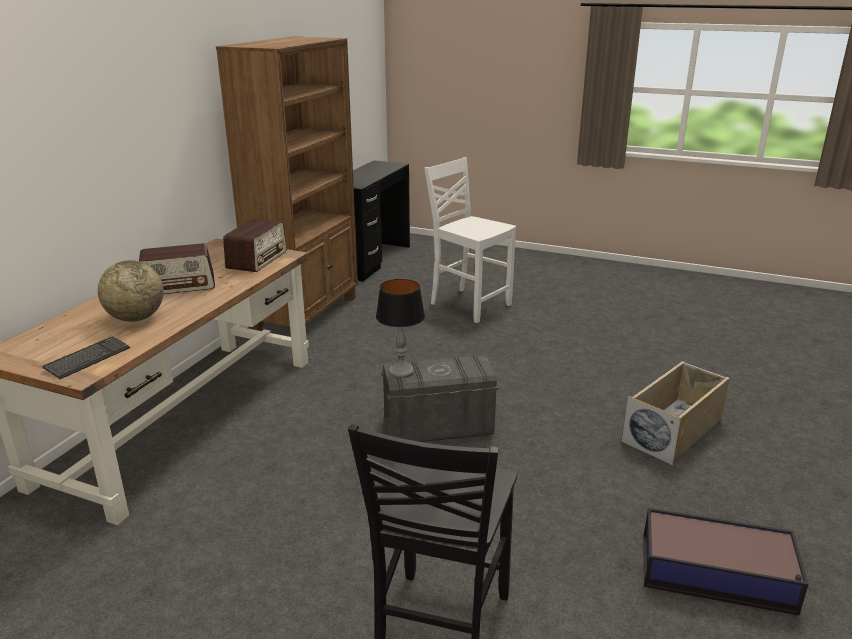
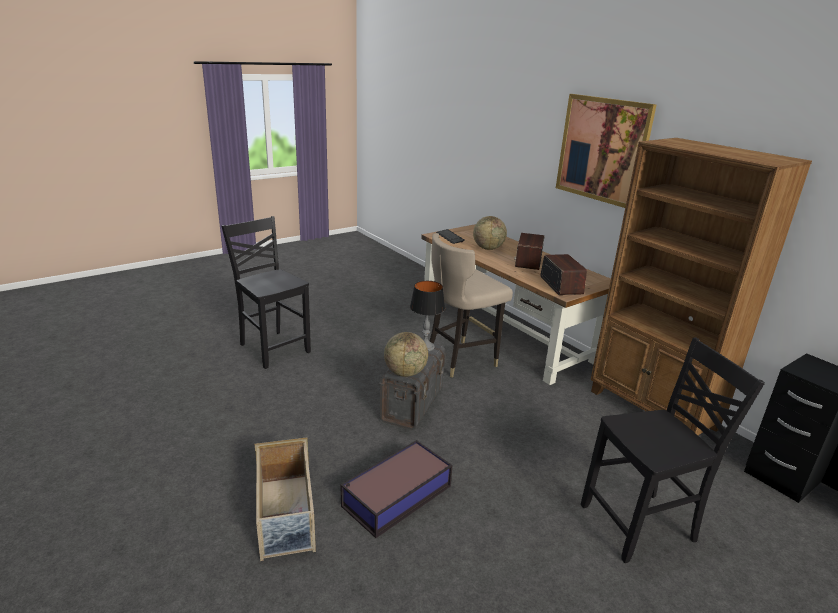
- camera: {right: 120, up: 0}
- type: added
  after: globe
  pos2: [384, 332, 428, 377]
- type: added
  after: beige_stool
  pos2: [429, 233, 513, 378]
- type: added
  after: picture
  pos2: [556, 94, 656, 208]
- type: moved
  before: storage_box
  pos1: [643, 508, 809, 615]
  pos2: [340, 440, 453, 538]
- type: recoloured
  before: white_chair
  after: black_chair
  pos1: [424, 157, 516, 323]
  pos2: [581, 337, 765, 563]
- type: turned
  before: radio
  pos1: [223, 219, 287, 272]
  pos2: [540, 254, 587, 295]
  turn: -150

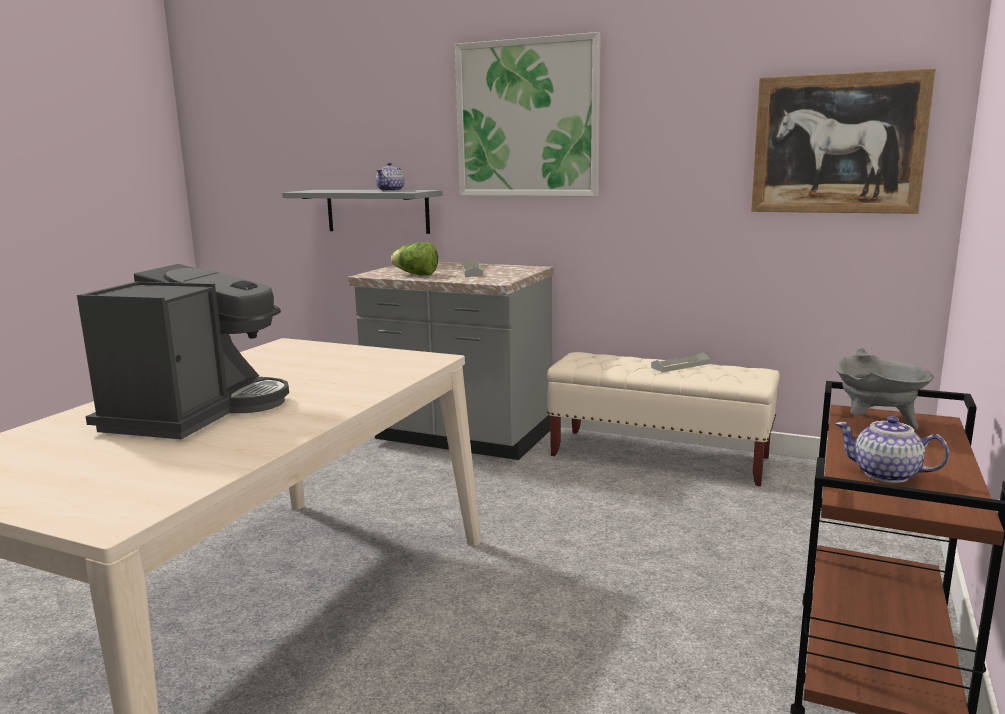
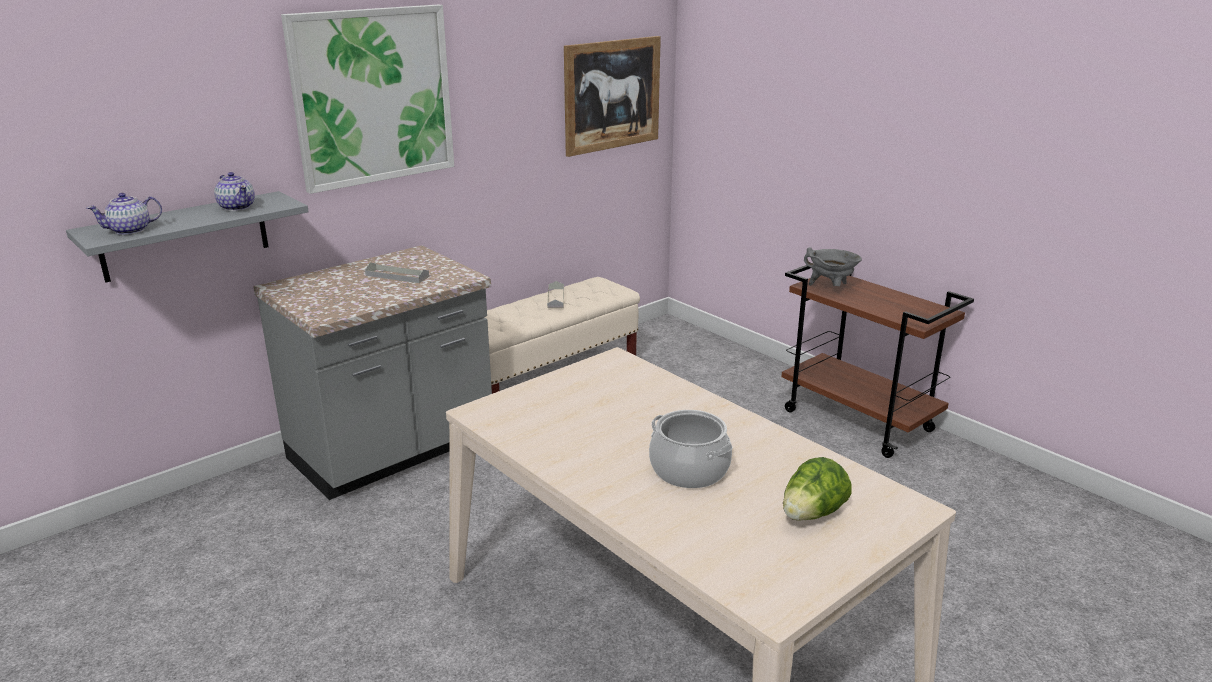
- camera: {right: -65, up: 10}
- type: moved
  before: lettuce
  pos1: [391, 242, 438, 275]
  pos2: [783, 457, 852, 521]
- type: moved
  before: teapot
  pos1: [835, 416, 950, 483]
  pos2: [87, 193, 162, 235]
- type: replaced
  before: coffee_machine
  after: cooking_pot
  pos1: [77, 264, 289, 439]
  pos2: [649, 410, 733, 488]

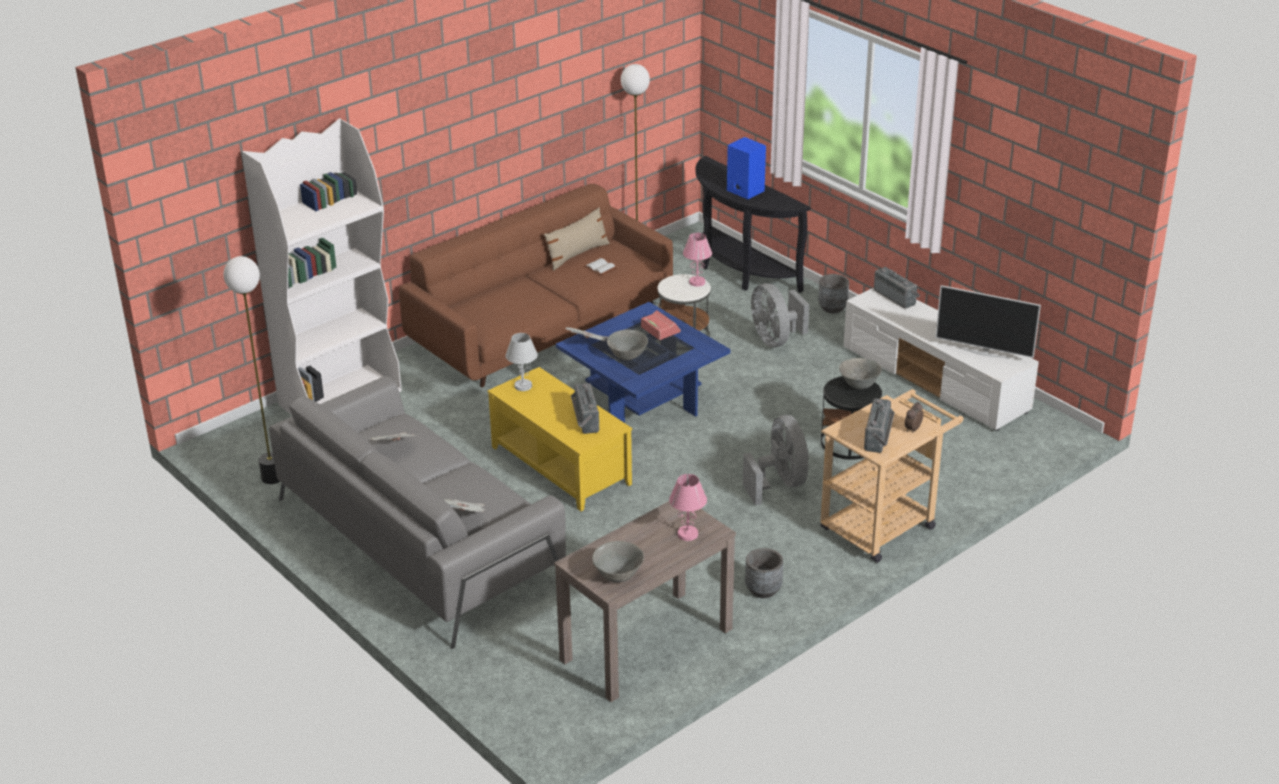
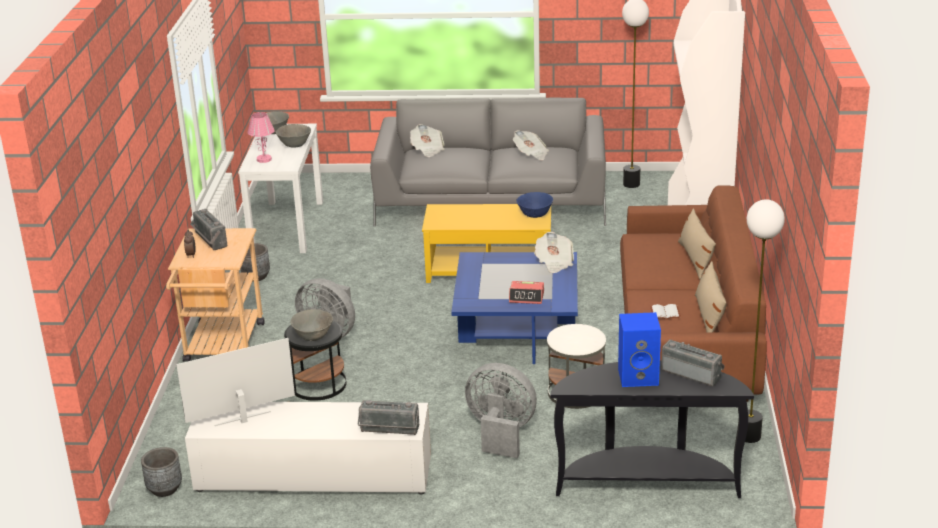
- camera: {right: 135, up: -5}
- type: removed
  before: pink_table_lamp
  pos1: [683, 233, 712, 287]
- type: added
  after: beige_pillow
  pos2: [678, 208, 716, 279]
- type: moved
  before: radio
  pos1: [571, 383, 599, 434]
  pos2: [661, 340, 725, 386]
- type: moved
  before: grey_bowl
  pos1: [607, 330, 648, 360]
  pos2: [276, 124, 311, 148]
- type: moved
  before: grey_planter
  pos1: [818, 274, 849, 313]
  pos2: [141, 447, 182, 497]
- type: replaced
  before: white_table_lamp
  after: blue_bowl
  pos1: [506, 333, 538, 391]
  pos2: [517, 192, 553, 218]
- type: recoloured
  before: brown_console_table
  after: white_console_table
  pos1: [554, 501, 736, 702]
  pos2: [238, 124, 323, 253]

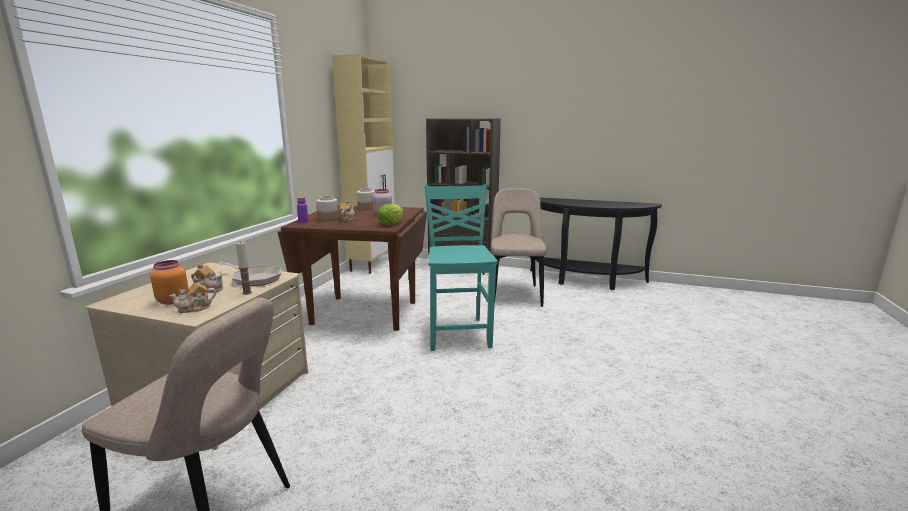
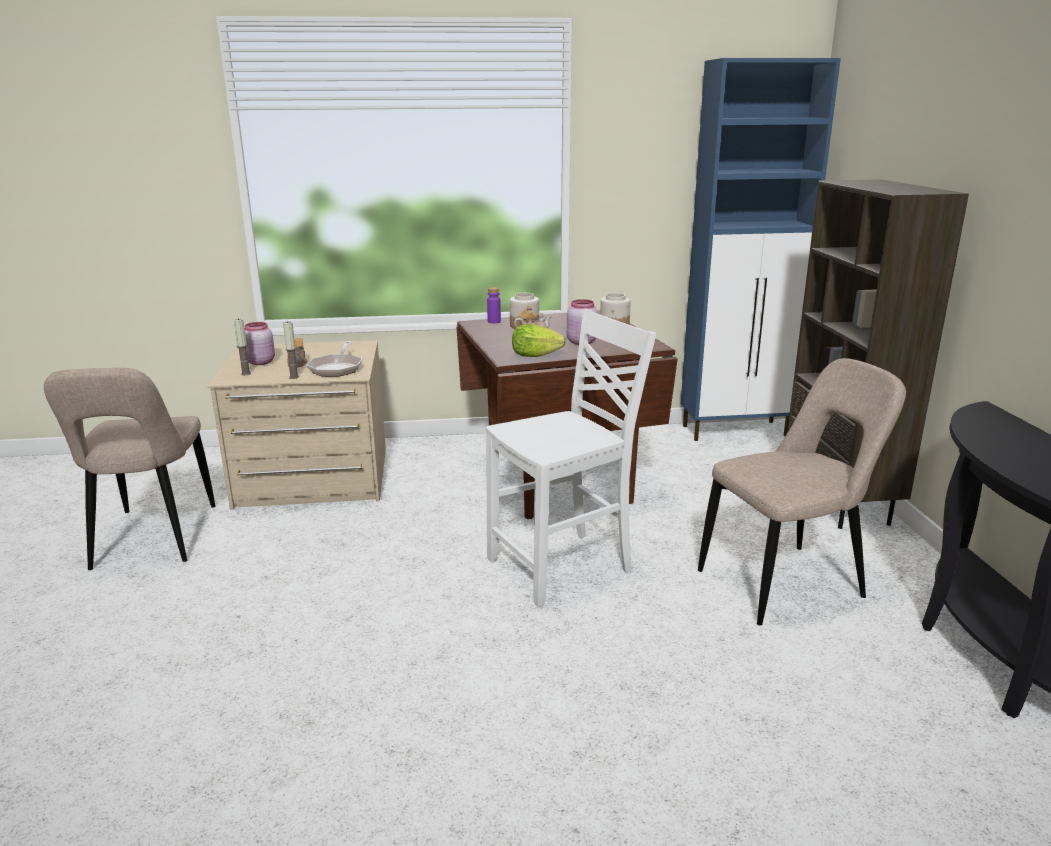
- camera: {right: 65, up: 5}
- type: replaced
  before: teapot
  after: candle
  pos1: [169, 277, 216, 313]
  pos2: [234, 318, 251, 375]
- type: recoloured
  before: orange_jar
  after: pink_jar
  pos1: [150, 260, 189, 305]
  pos2: [245, 322, 275, 365]
- type: recoloured
  before: beige_cabinet
  after: blue_cabinet
  pos1: [332, 54, 396, 274]
  pos2: [681, 58, 841, 441]
- type: recoloured
  before: turquoise_chair
  after: white_chair
  pos1: [425, 185, 498, 351]
  pos2: [486, 309, 656, 607]

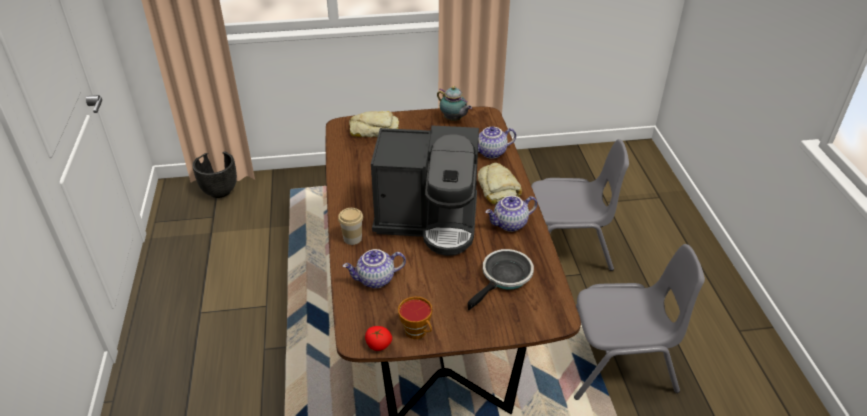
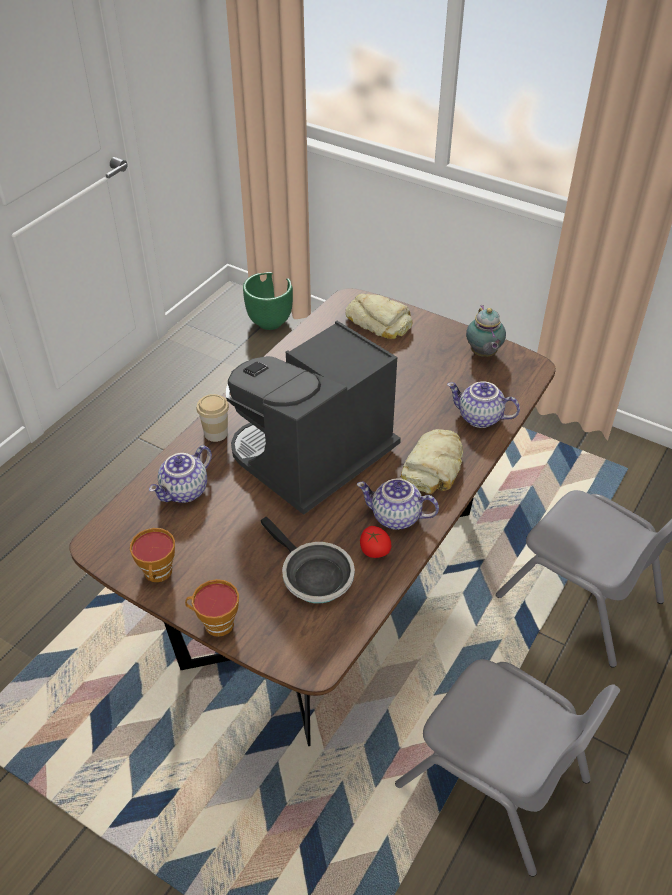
- camera: {right: 40, up: 5}
- type: added
  after: cup
  pos2: [185, 579, 239, 637]
- type: moved
  before: tomato
  pos1: [365, 326, 392, 351]
  pos2: [360, 526, 391, 558]
- type: recoloured
  before: black_planter
  after: green_planter
  pos1: [192, 152, 237, 198]
  pos2: [243, 272, 293, 330]
- type: turned
  before: teapot
  pos1: [343, 249, 406, 288]
  pos2: [149, 445, 212, 503]
  turn: -75
- type: turned
  before: coffee_machine
  pos1: [371, 126, 479, 256]
  pos2: [226, 321, 401, 515]
  turn: 90
- type: turned
  before: frying_pan
  pos1: [468, 249, 534, 310]
  pos2: [260, 517, 355, 603]
  turn: 60

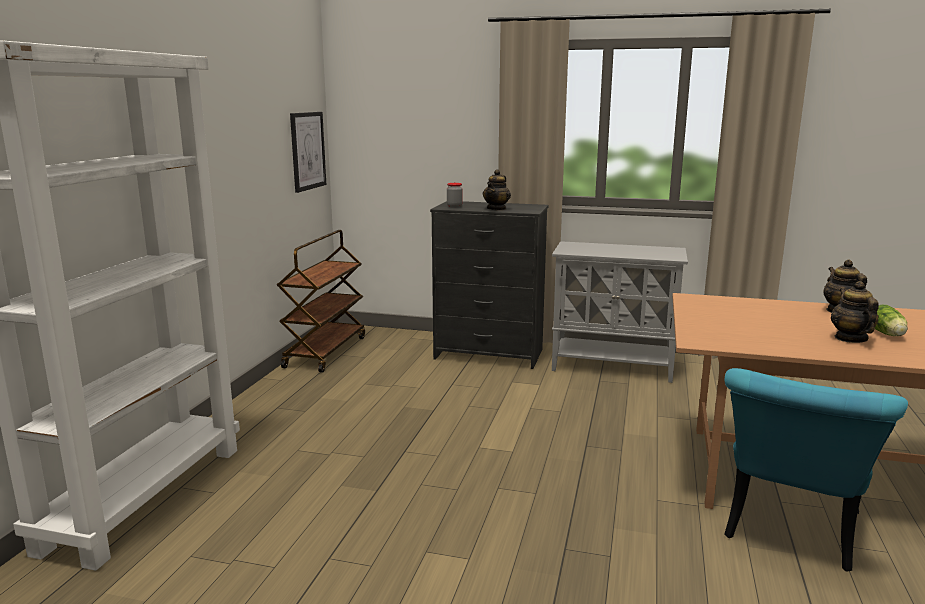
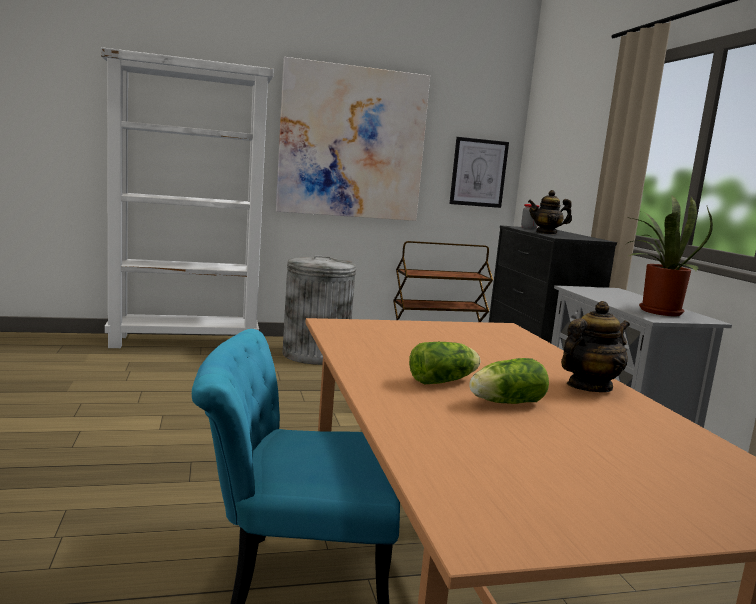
- camera: {right: 60, up: -5}
- type: added
  after: picture
  pos2: [276, 57, 430, 221]
- type: added
  after: grey_trash_can
  pos2: [282, 256, 357, 365]
- type: added
  after: potted_plant
  pos2: [626, 195, 713, 316]
- type: replaced
  before: teapot
  after: lettuce
  pos1: [831, 281, 879, 343]
  pos2: [409, 342, 480, 384]

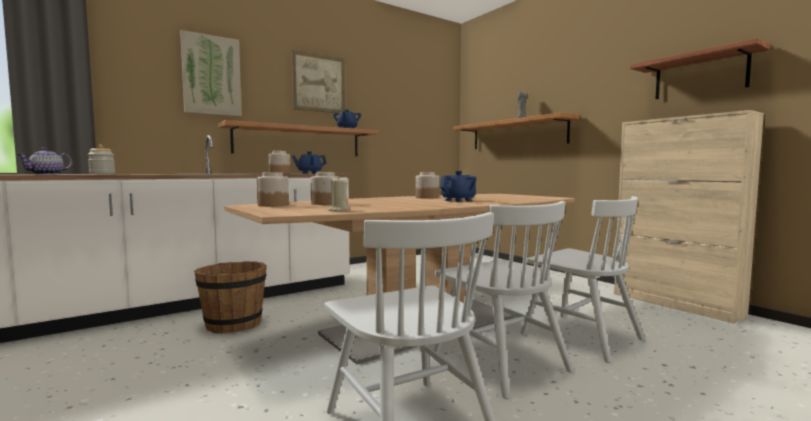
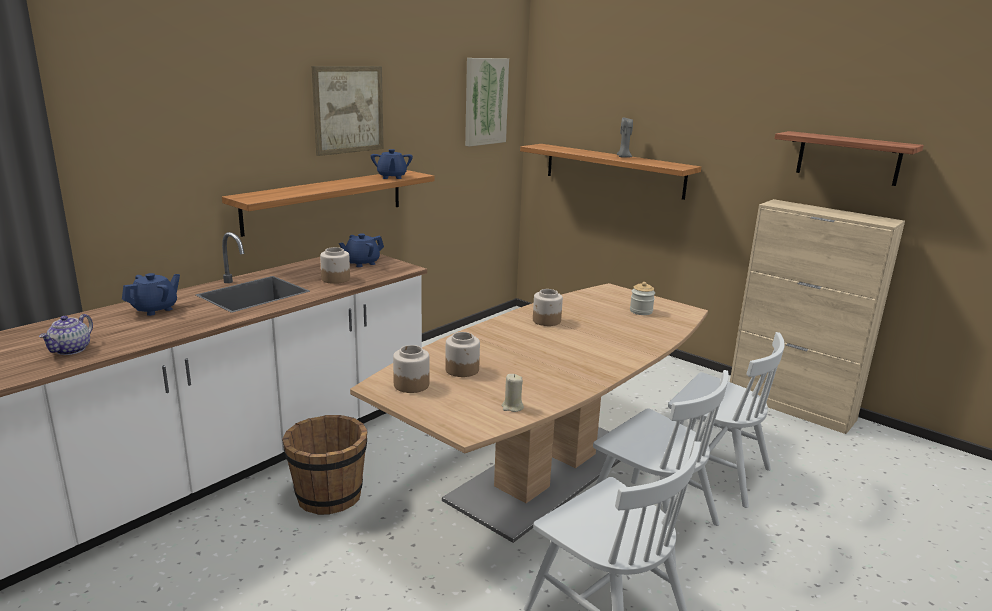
- camera: {right: -15, up: 15}
- type: moved
  before: jar
  pos1: [88, 145, 115, 174]
  pos2: [630, 282, 655, 315]
- type: moved
  before: picture
  pos1: [180, 30, 242, 117]
  pos2: [465, 58, 509, 146]
- type: moved
  before: blue_teapot
  pos1: [440, 171, 476, 202]
  pos2: [122, 273, 180, 316]

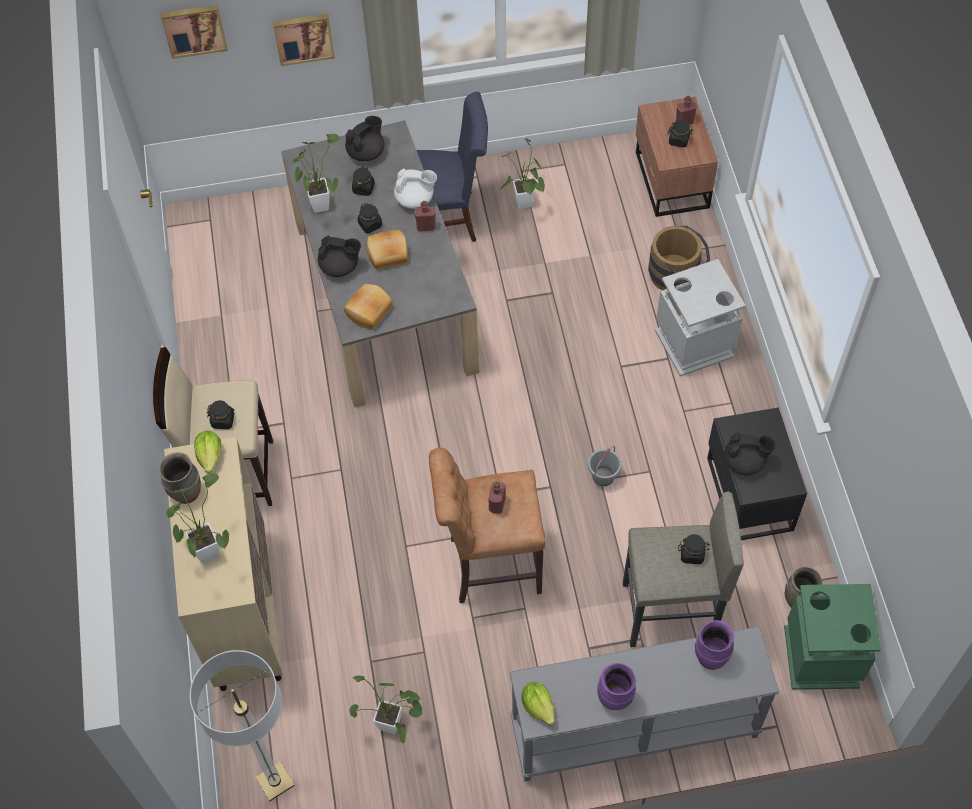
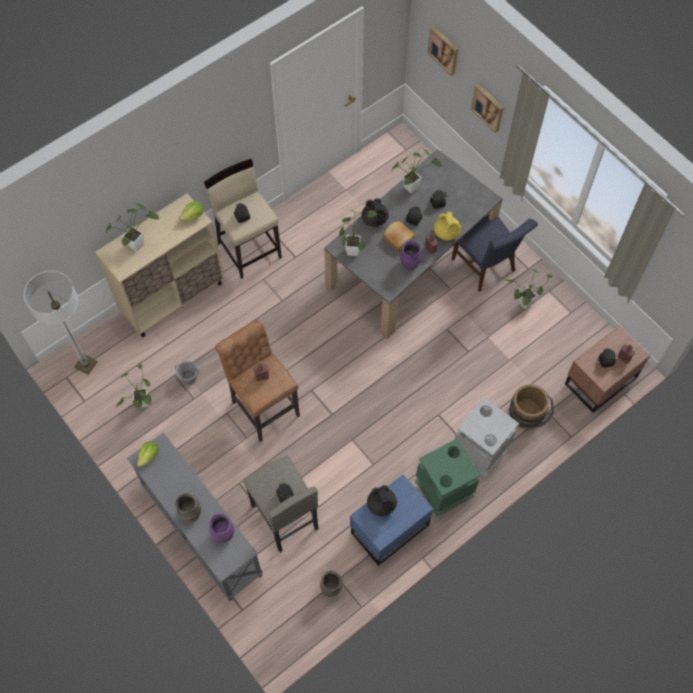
- camera: {right: 60, up: 5}
- type: removed
  before: black_teapot
  pos1: [345, 116, 384, 162]
- type: moved
  before: brown_vase
  pos1: [159, 452, 201, 504]
  pos2: [175, 493, 201, 522]
- type: moved
  before: grey_bucket
  pos1: [588, 446, 621, 486]
  pos2: [175, 361, 199, 384]
- type: moved
  before: purple_vase
  pos1: [597, 663, 636, 710]
  pos2: [400, 240, 422, 270]
- type: moved
  before: green_trash_can
  pos1: [784, 584, 881, 690]
  pos2: [415, 438, 481, 516]
- type: replaced
  before: bread
  after: potted_plant
  pos1: [344, 284, 393, 329]
  pos2: [339, 210, 377, 256]
- type: recoloured
  before: white_teapot
  after: yellow_teapot
  pos1: [394, 168, 437, 209]
  pos2: [434, 212, 461, 240]
- type: recoloured
  before: black_nightstand
  after: blue_nightstand
  pos1: [707, 407, 807, 540]
  pos2: [350, 474, 433, 566]

